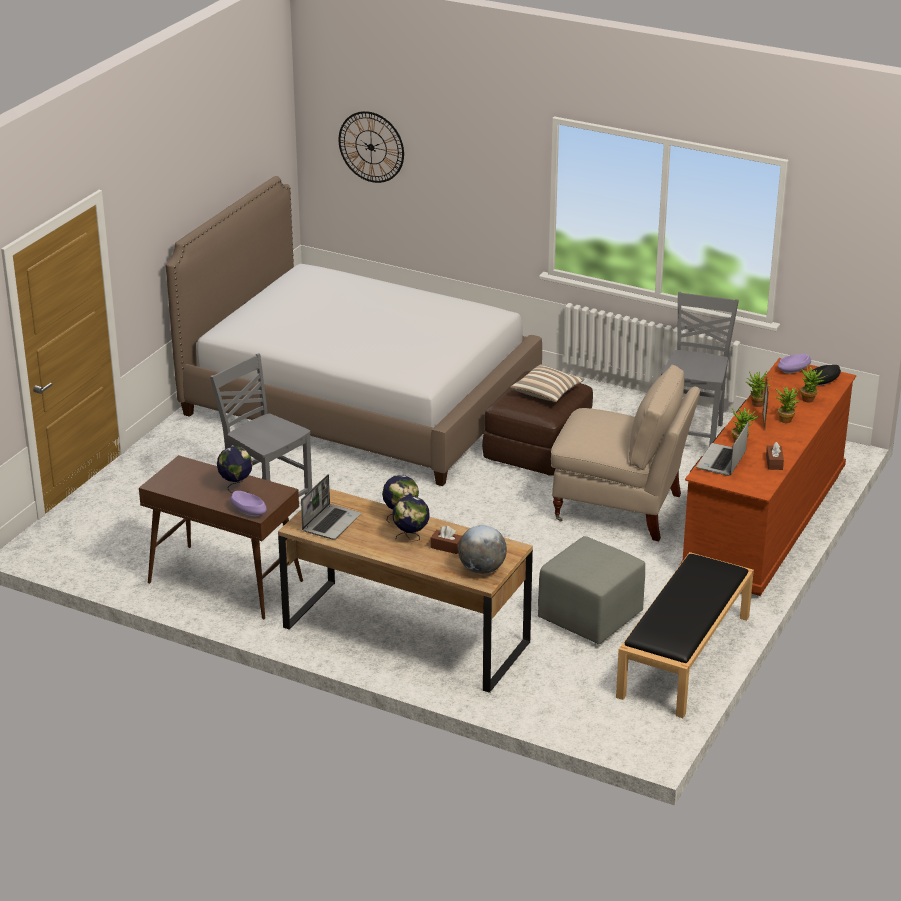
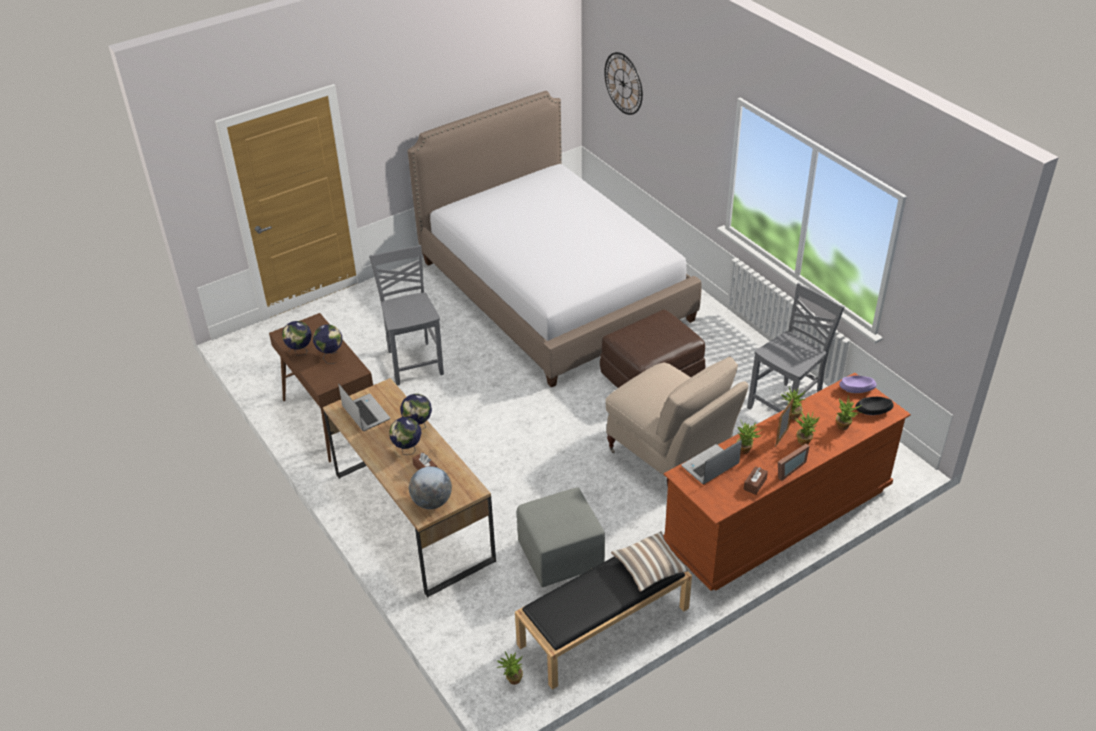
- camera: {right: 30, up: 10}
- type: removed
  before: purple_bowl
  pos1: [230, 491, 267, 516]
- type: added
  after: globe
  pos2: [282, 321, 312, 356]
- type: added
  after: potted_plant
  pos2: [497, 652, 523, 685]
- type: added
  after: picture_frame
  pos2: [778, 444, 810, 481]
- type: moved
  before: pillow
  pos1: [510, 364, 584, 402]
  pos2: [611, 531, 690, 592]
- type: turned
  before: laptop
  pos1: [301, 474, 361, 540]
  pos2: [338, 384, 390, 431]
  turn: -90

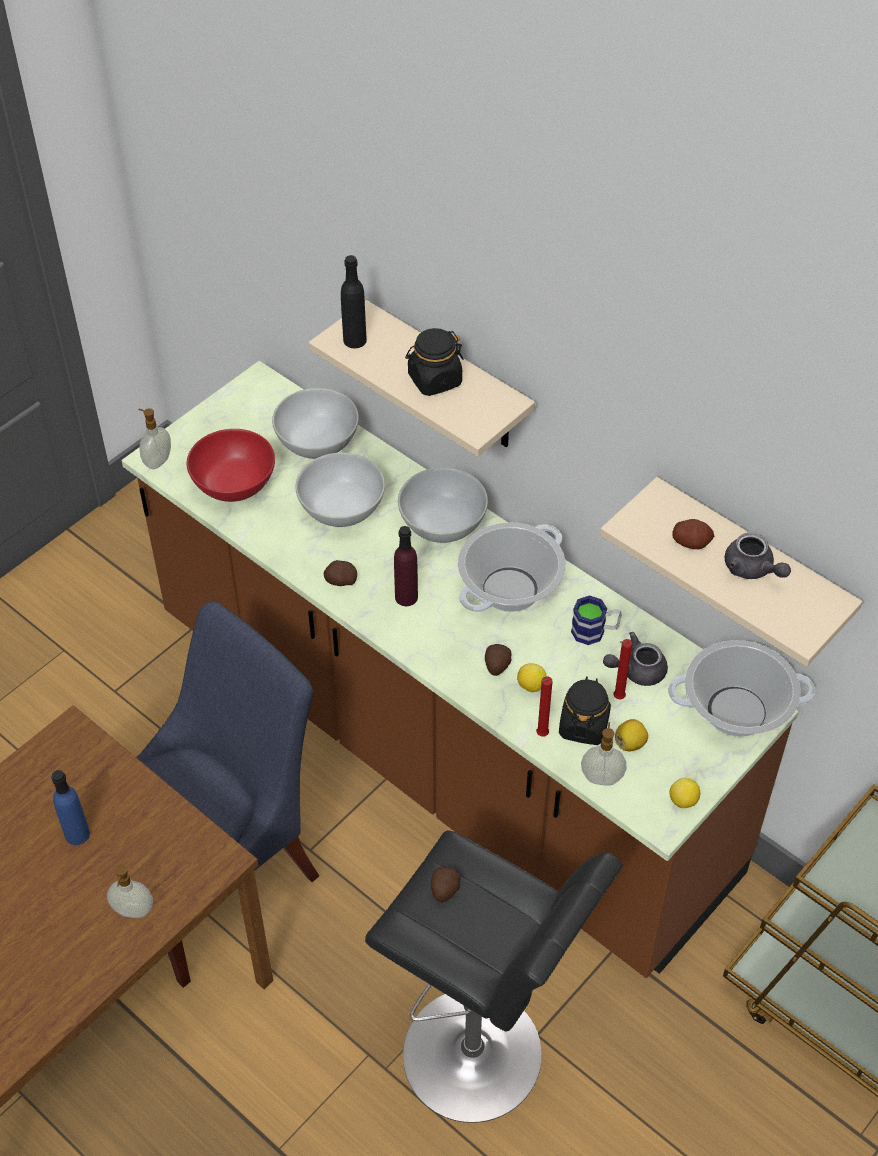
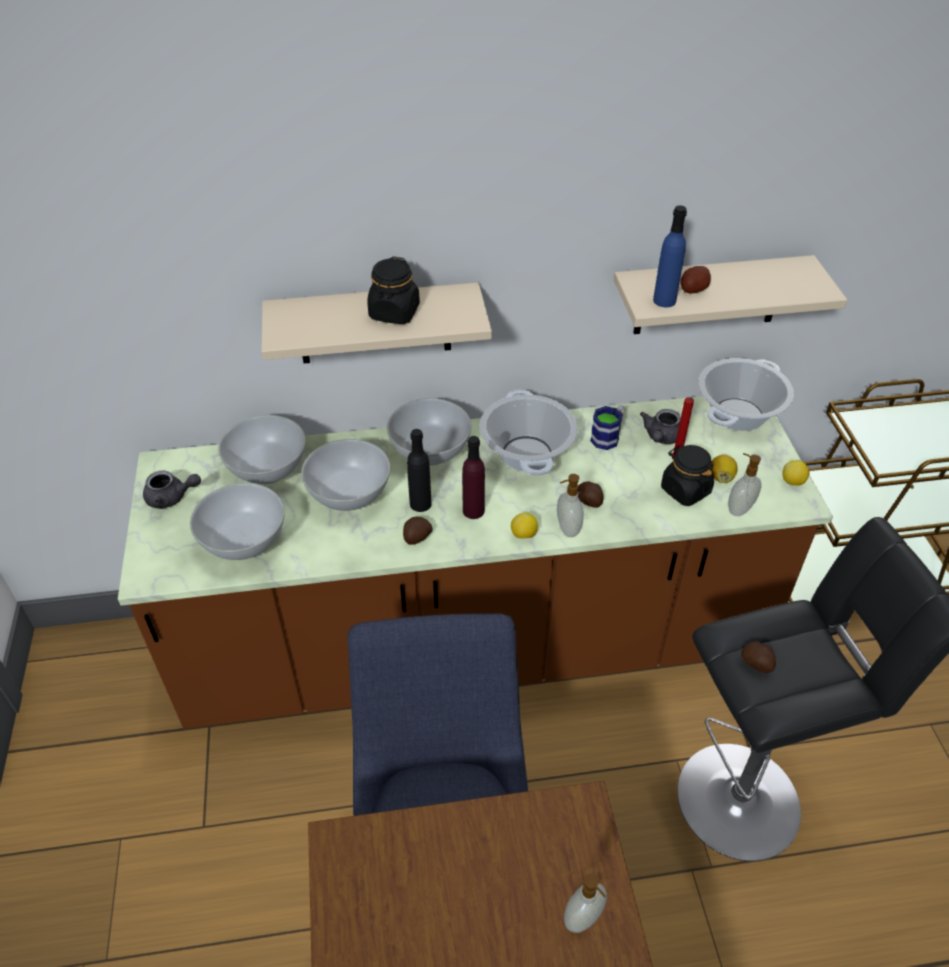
- camera: {right: -50, up: -5}
- type: removed
  before: red_candle
  pos1: [536, 677, 552, 737]
- type: moved
  before: blue_bottle
  pos1: [51, 770, 90, 845]
  pos2: [653, 205, 687, 307]
- type: moved
  before: soap_dispenser
  pos1: [138, 408, 171, 469]
  pos2: [557, 474, 584, 537]
- type: moved
  before: black_bottle
  pos1: [341, 255, 367, 348]
  pos2: [407, 429, 432, 512]
- type: moved
  before: lemon
  pos1: [517, 663, 547, 692]
  pos2: [511, 512, 538, 539]
- type: moved
  before: grey_teapot
  pos1: [725, 533, 791, 579]
  pos2: [143, 471, 201, 509]
- type: recoloured
  before: red_bowl
  after: white_bowl
  pos1: [187, 429, 275, 502]
  pos2: [190, 483, 285, 560]

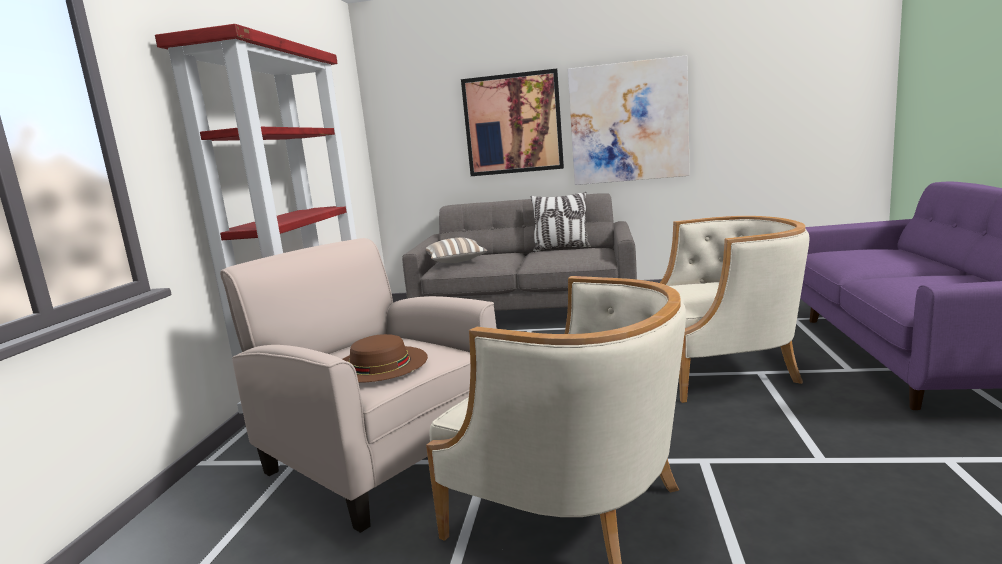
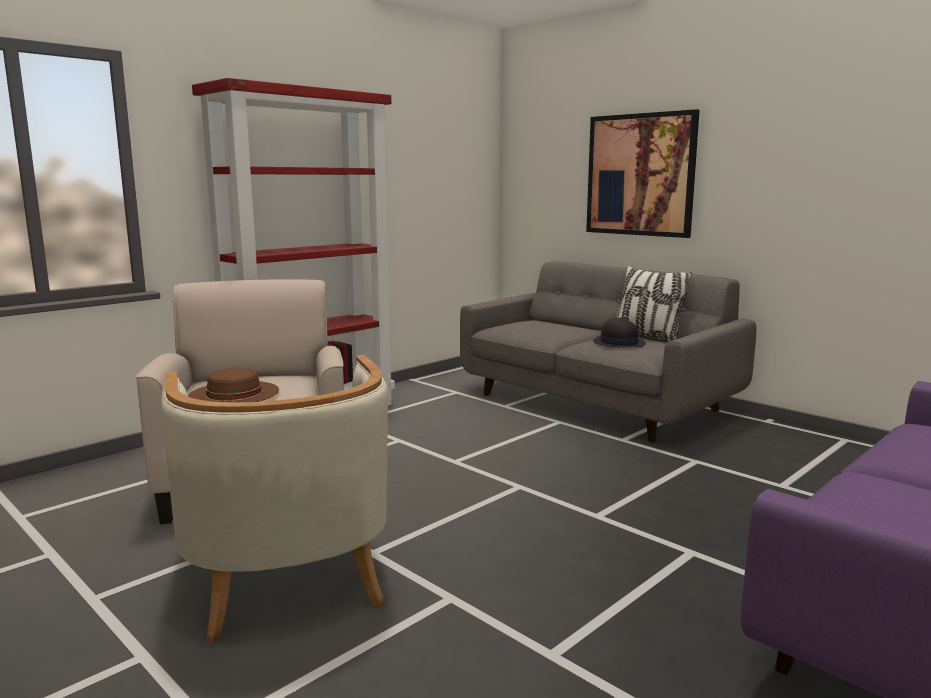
- camera: {right: 35, up: 0}
- type: removed
  before: pillow
  pos1: [426, 238, 487, 263]
- type: removed
  before: picture
  pos1: [568, 55, 690, 185]
- type: removed
  before: beige_armchair
  pos1: [660, 216, 810, 403]
- type: added
  after: black_hat
  pos2: [593, 317, 646, 348]

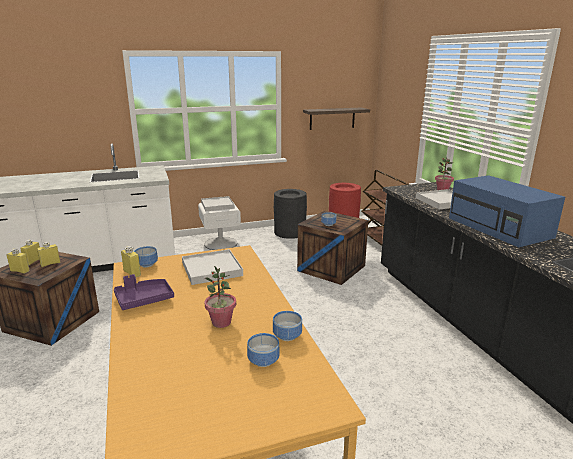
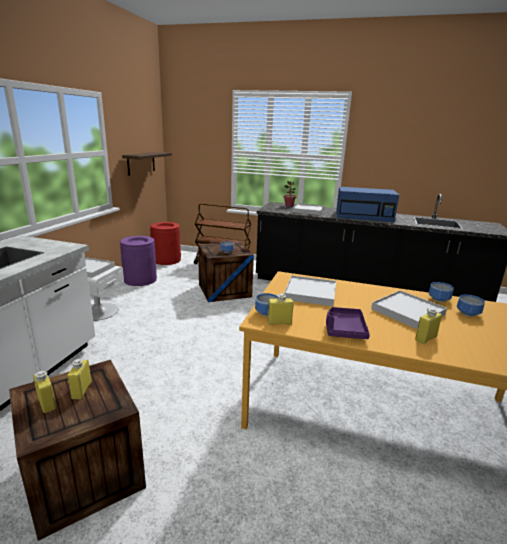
- camera: {right: -55, up: 0}
- type: moved
  before: yellow_bottle
  pos1: [6, 248, 30, 274]
  pos2: [415, 308, 442, 344]
- type: replaced
  before: potted_plant
  after: white_tray
  pos1: [204, 266, 236, 328]
  pos2: [371, 290, 447, 329]
- type: recoloured
  before: black_trash_can
  after: purple_trash_can
  pos1: [274, 189, 307, 239]
  pos2: [120, 236, 157, 286]

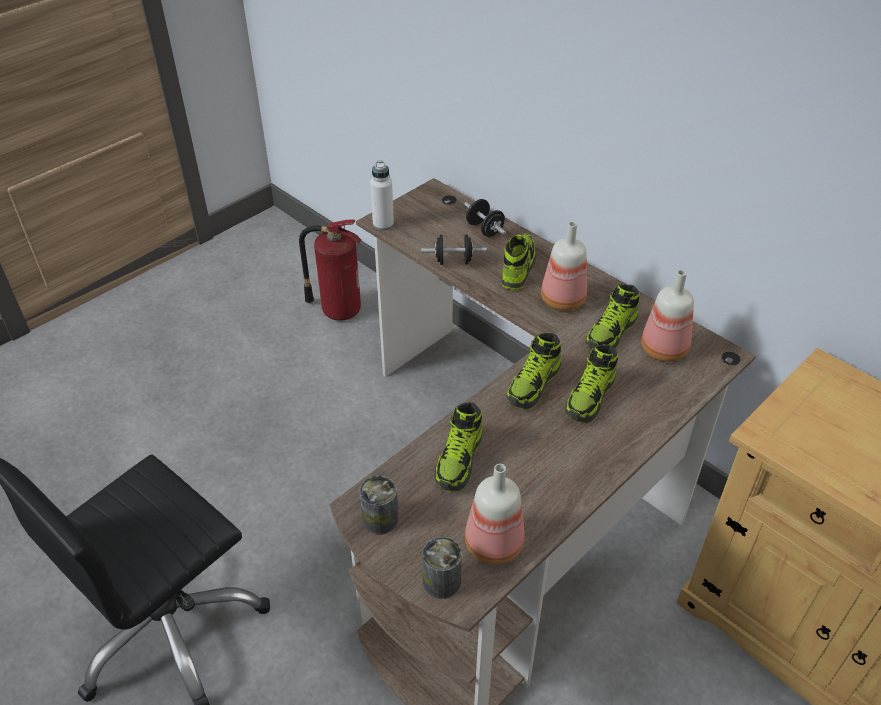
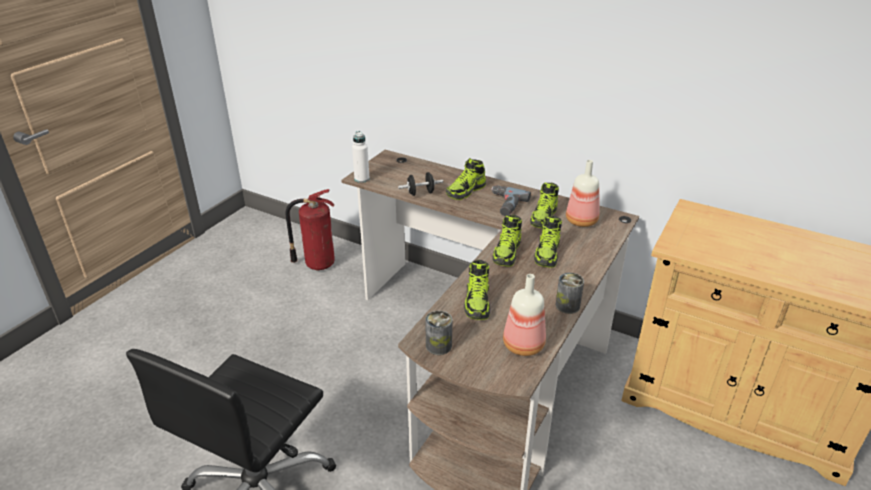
- camera: {right: -15, up: -10}
- type: removed
  before: black_dumbbell
  pos1: [464, 199, 506, 237]
- type: moved
  before: can
  pos1: [422, 537, 462, 599]
  pos2: [556, 273, 584, 314]
- type: replaced
  before: bottle
  after: power_drill
  pos1: [541, 221, 587, 311]
  pos2: [491, 185, 531, 216]
- type: turned
  before: shoe
  pos1: [502, 234, 536, 290]
  pos2: [446, 158, 486, 200]
  turn: -135

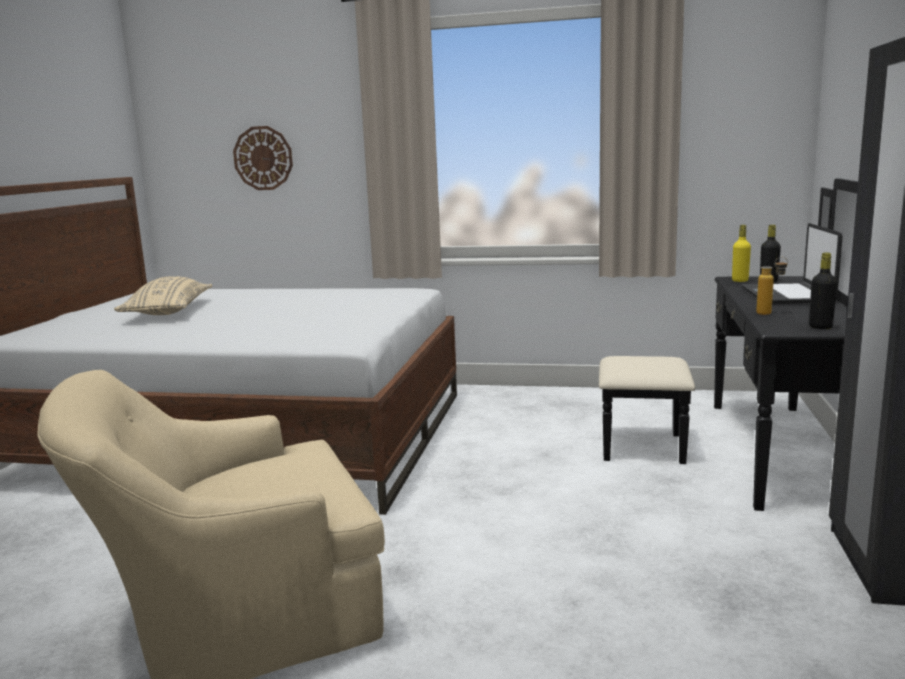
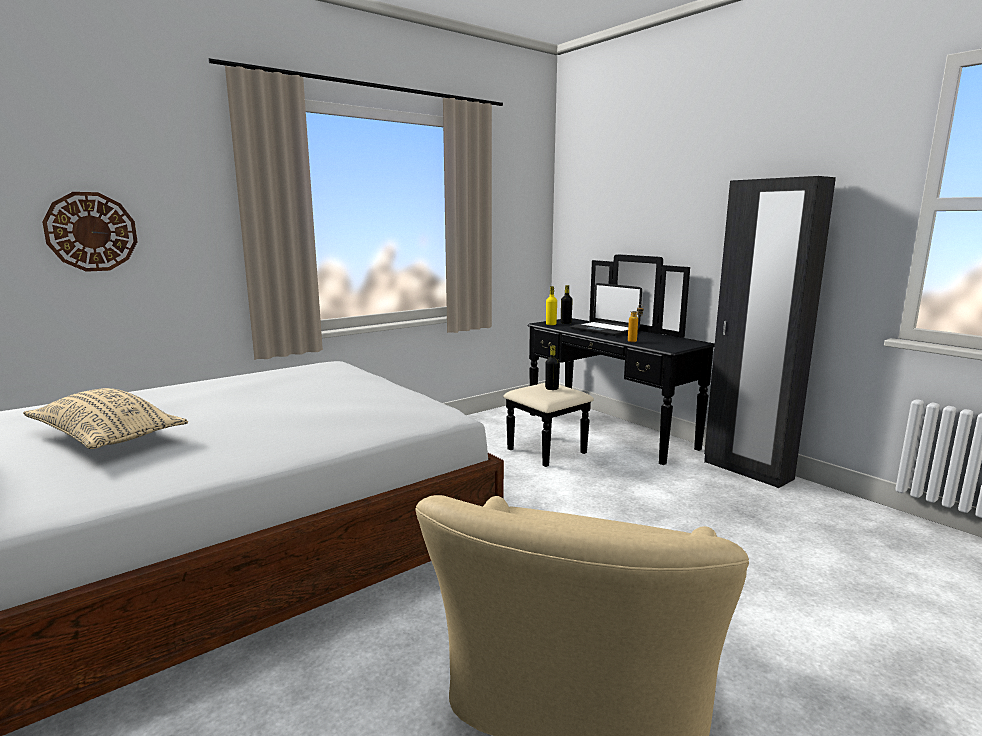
- camera: {right: -50, up: 0}
- type: moved
  before: black_bottle
  pos1: [809, 253, 837, 329]
  pos2: [545, 345, 560, 390]

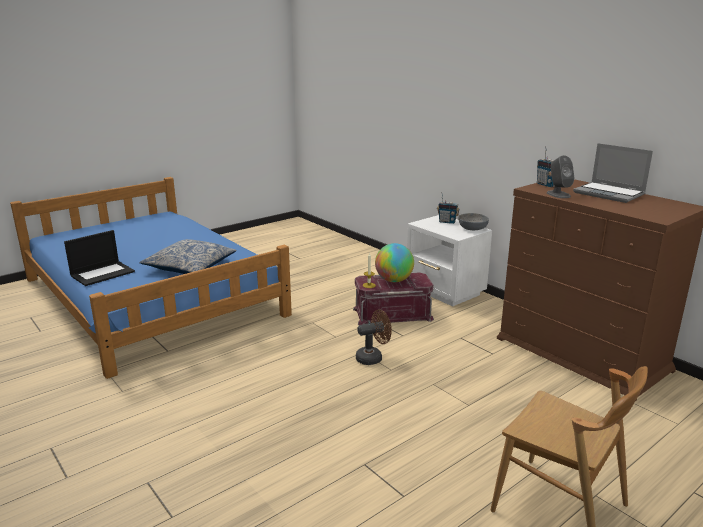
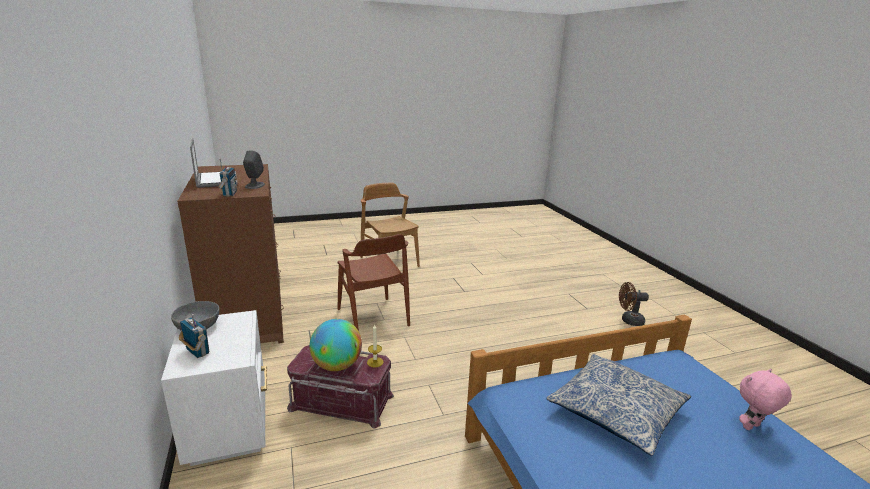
- camera: {right: -160, up: 0}
- type: added
  after: brown_chair
  pos2: [338, 234, 410, 331]
- type: moved
  before: brown_fan
  pos1: [356, 309, 392, 365]
  pos2: [619, 282, 649, 326]
- type: replaced
  before: laptop
  after: pink_plush_toy
  pos1: [64, 230, 135, 286]
  pos2: [739, 369, 792, 430]

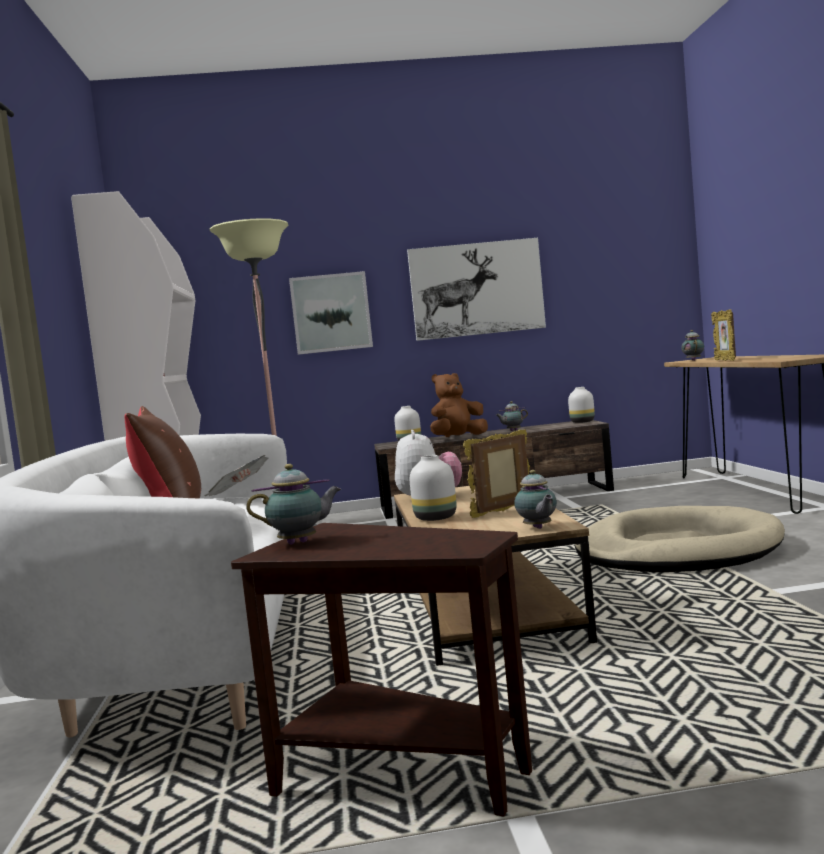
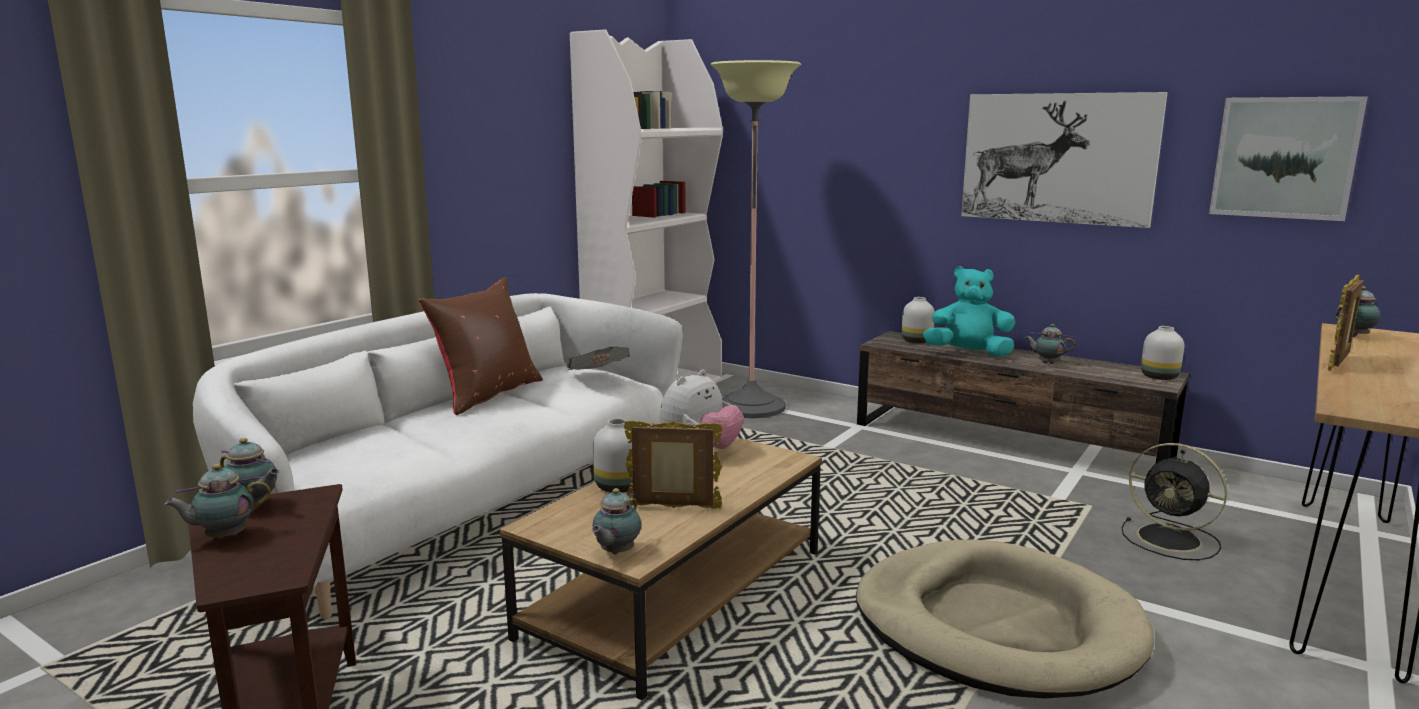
- camera: {right: 40, up: 10}
- type: added
  after: teapot
  pos2: [165, 464, 271, 539]
- type: added
  after: black_fan
  pos2: [1122, 443, 1227, 560]
- type: moved
  before: picture
  pos1: [289, 271, 373, 355]
  pos2: [1209, 96, 1368, 221]
- type: recoloured
  before: brown_plush_toy
  after: turquoise_plush_toy
  pos1: [430, 373, 488, 437]
  pos2: [923, 266, 1015, 356]

